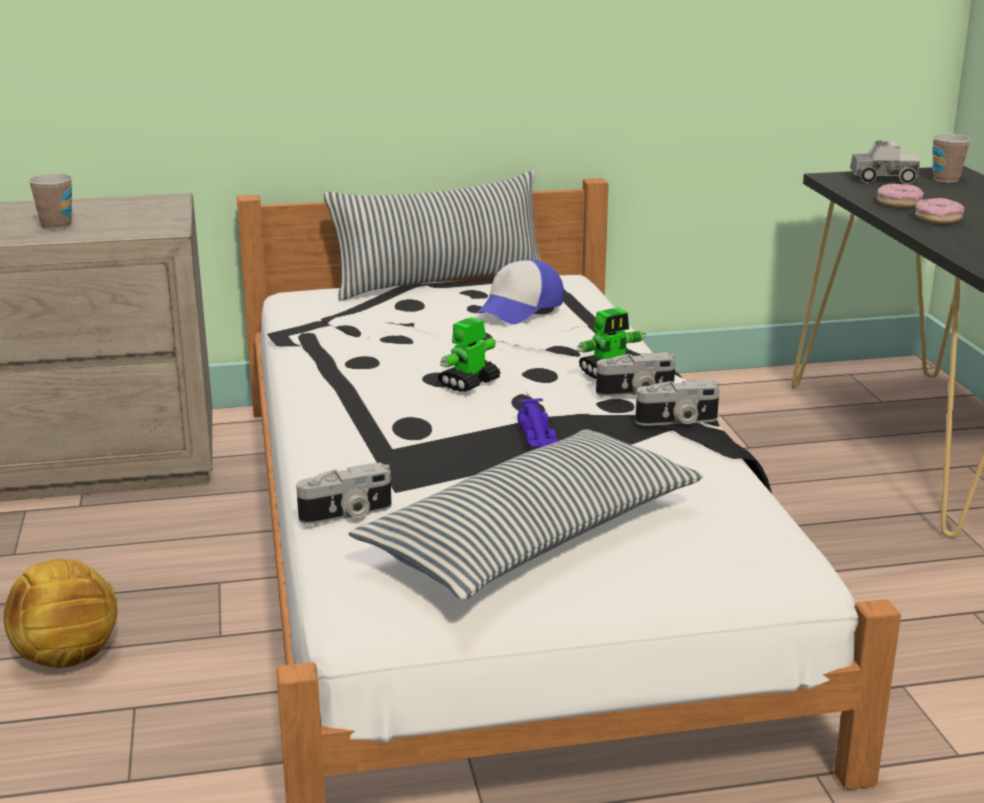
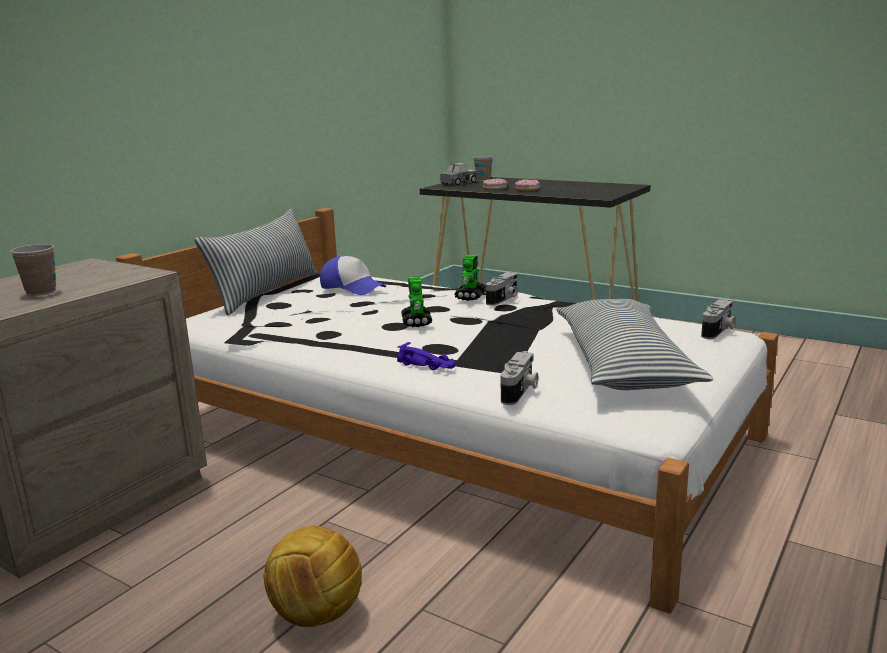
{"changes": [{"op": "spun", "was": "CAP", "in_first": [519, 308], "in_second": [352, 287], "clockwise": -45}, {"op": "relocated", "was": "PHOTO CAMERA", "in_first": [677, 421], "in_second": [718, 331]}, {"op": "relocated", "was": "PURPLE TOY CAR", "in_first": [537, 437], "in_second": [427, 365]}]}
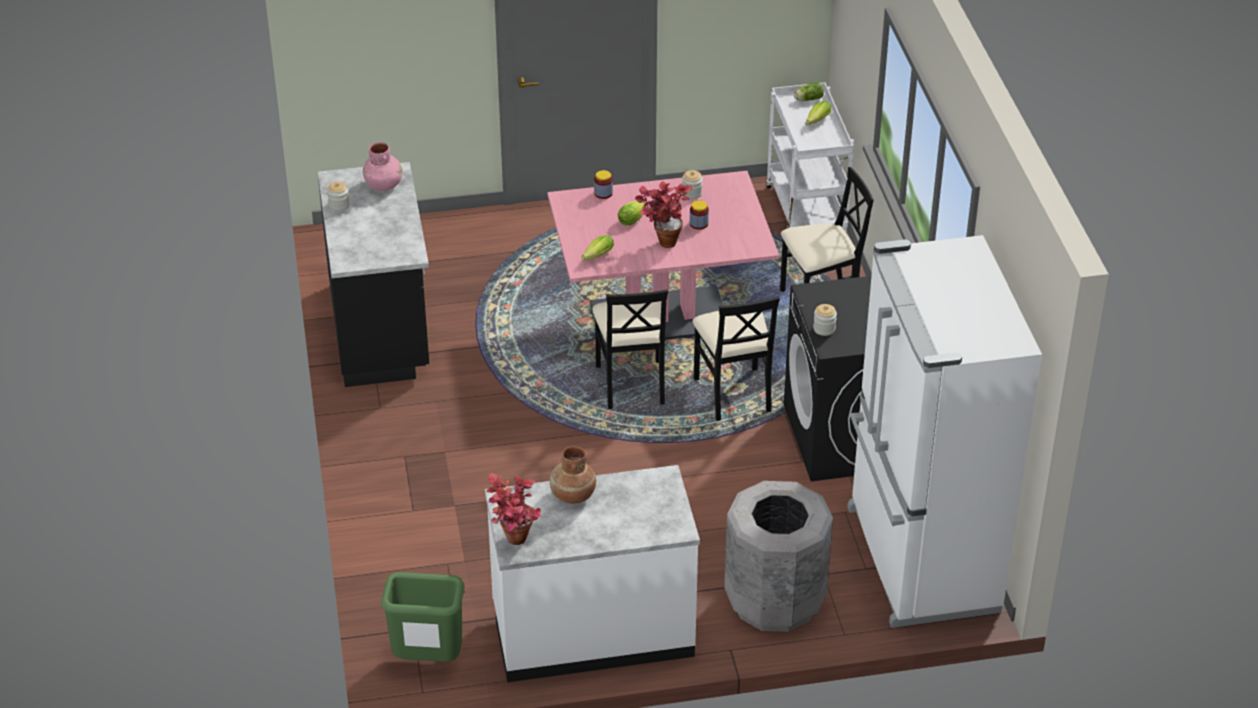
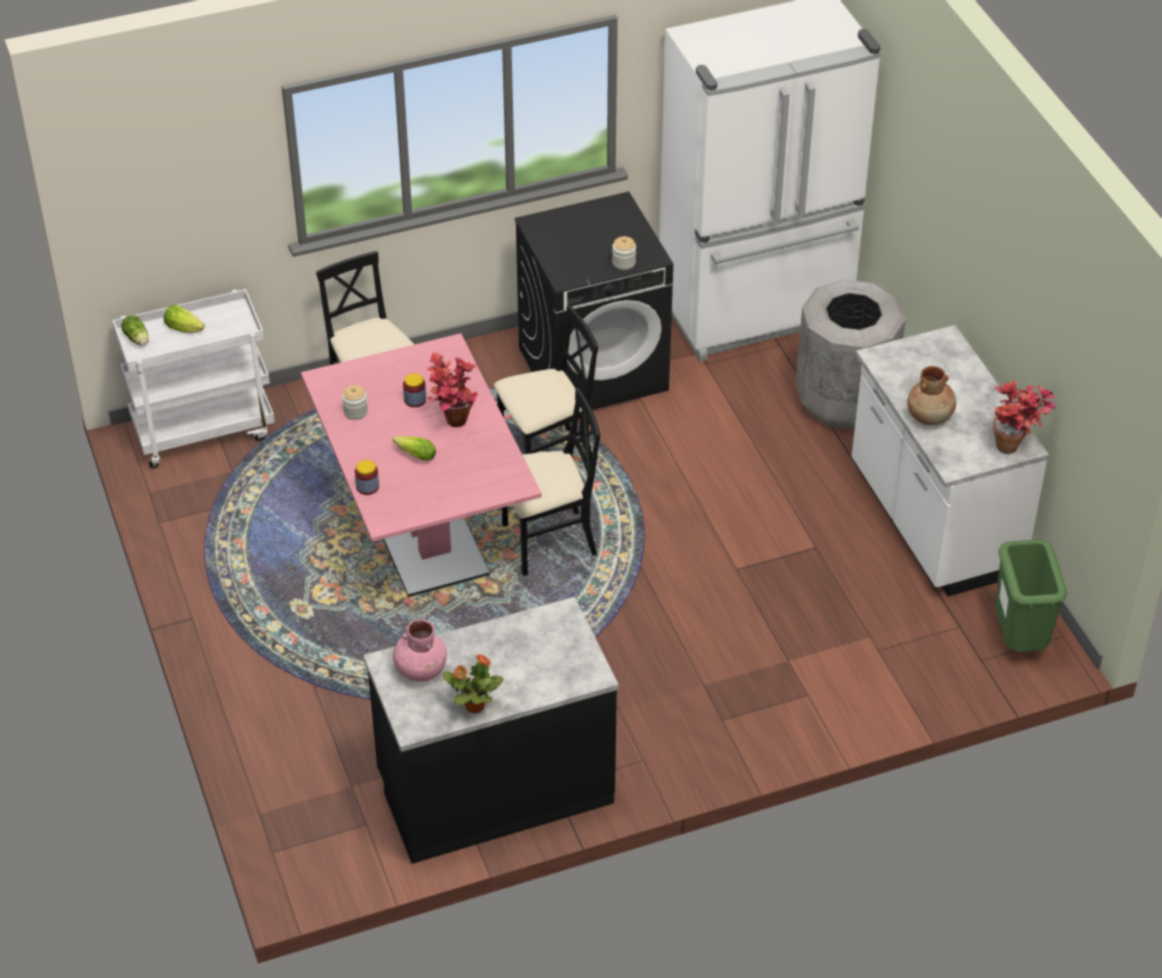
{"changes": [{"op": "exchanged", "was": "JAR", "now": "POTTED PLANT", "in_first": [339, 205], "in_second": [474, 706]}, {"op": "missing", "was": "LETTUCE", "in_first": [596, 257]}]}
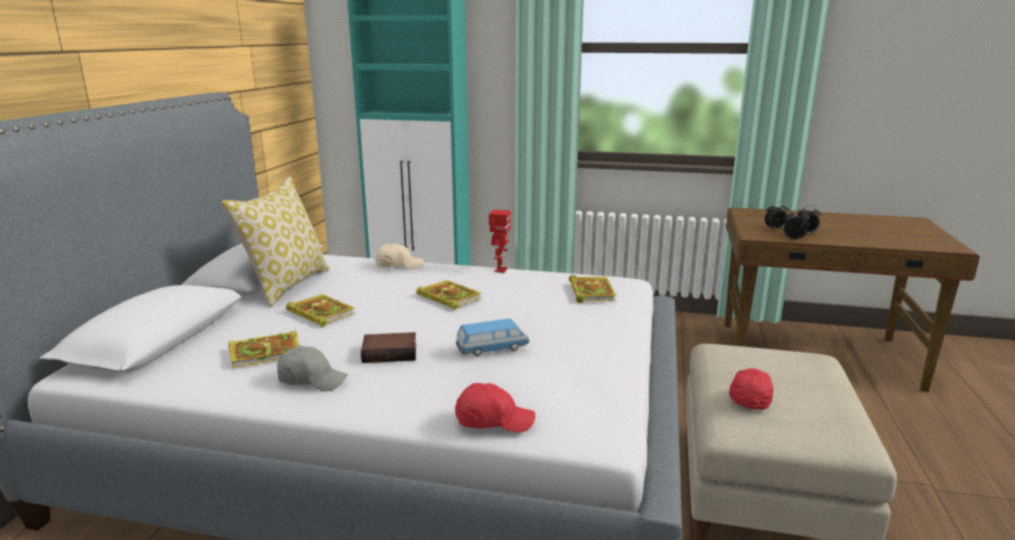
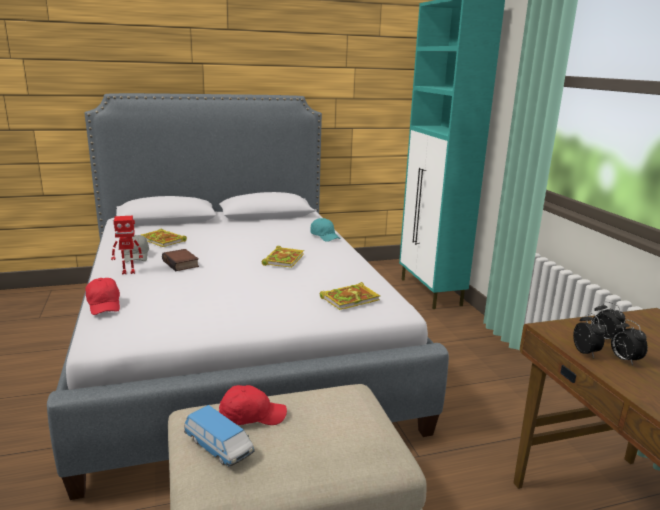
{"changes": [{"op": "missing", "was": "PILLOW", "in_first": [286, 285]}, {"op": "relocated", "was": "TOY ROBOT", "in_first": [500, 270], "in_second": [128, 272]}, {"op": "colour", "was": "BEIGE CAP", "now": "TURQUOISE CAP", "in_first": [398, 265], "in_second": [325, 236]}, {"op": "missing", "was": "BOOK", "in_first": [319, 313]}, {"op": "relocated", "was": "TOY CAR", "in_first": [492, 348], "in_second": [219, 447]}]}
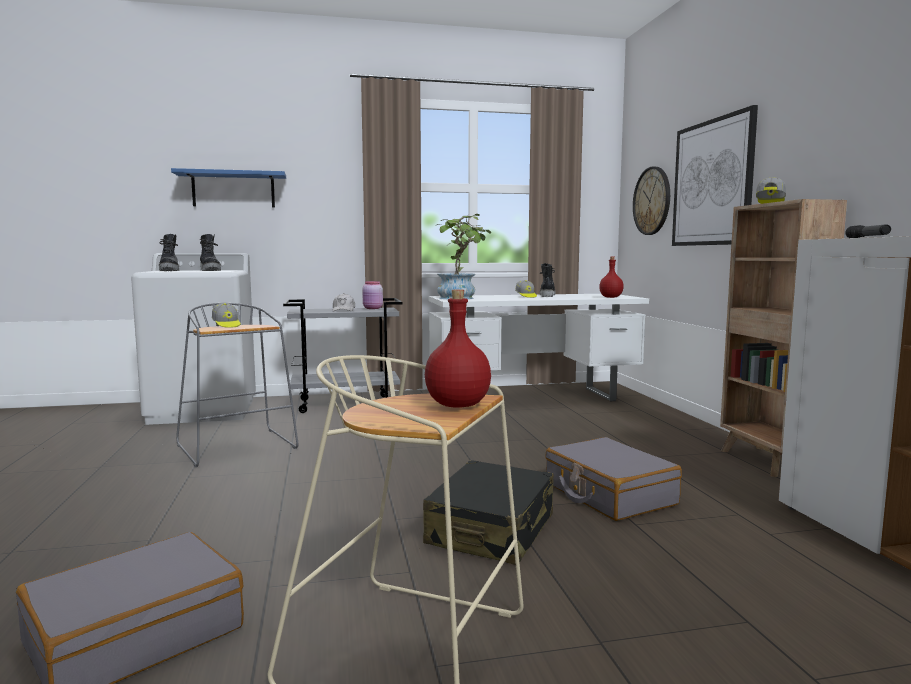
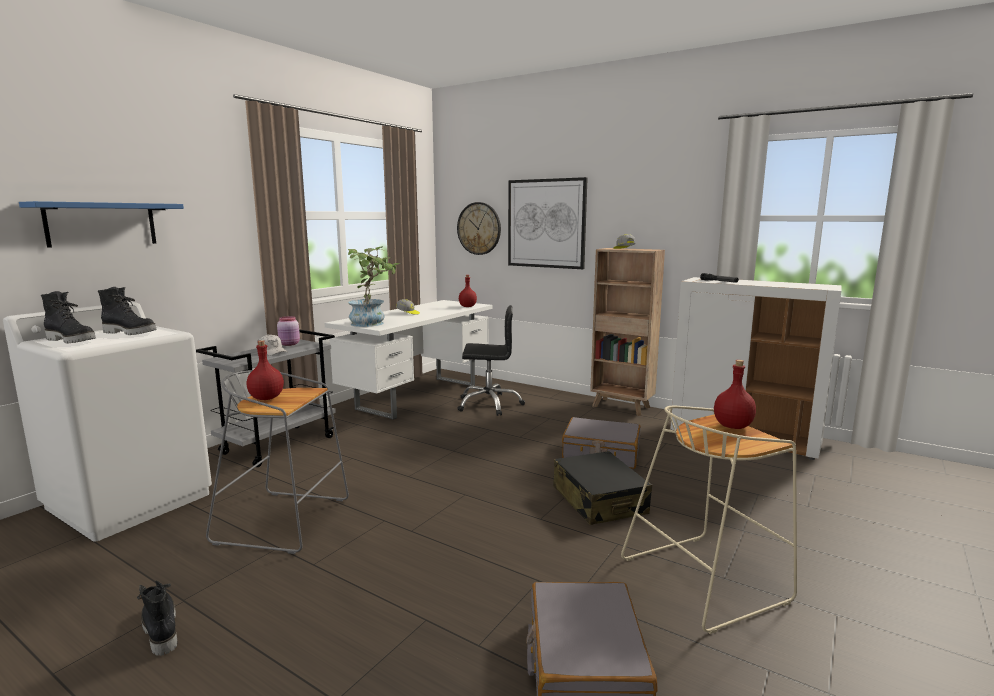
{"changes": [{"op": "relocated", "was": "BLACK BOOT", "in_first": [546, 295], "in_second": [160, 629]}, {"op": "exchanged", "was": "CAP", "now": "RED BOTTLE", "in_first": [226, 325], "in_second": [266, 398]}, {"op": "appeared", "now": "BLACK OFFICE CHAIR", "in_second": [489, 404]}]}
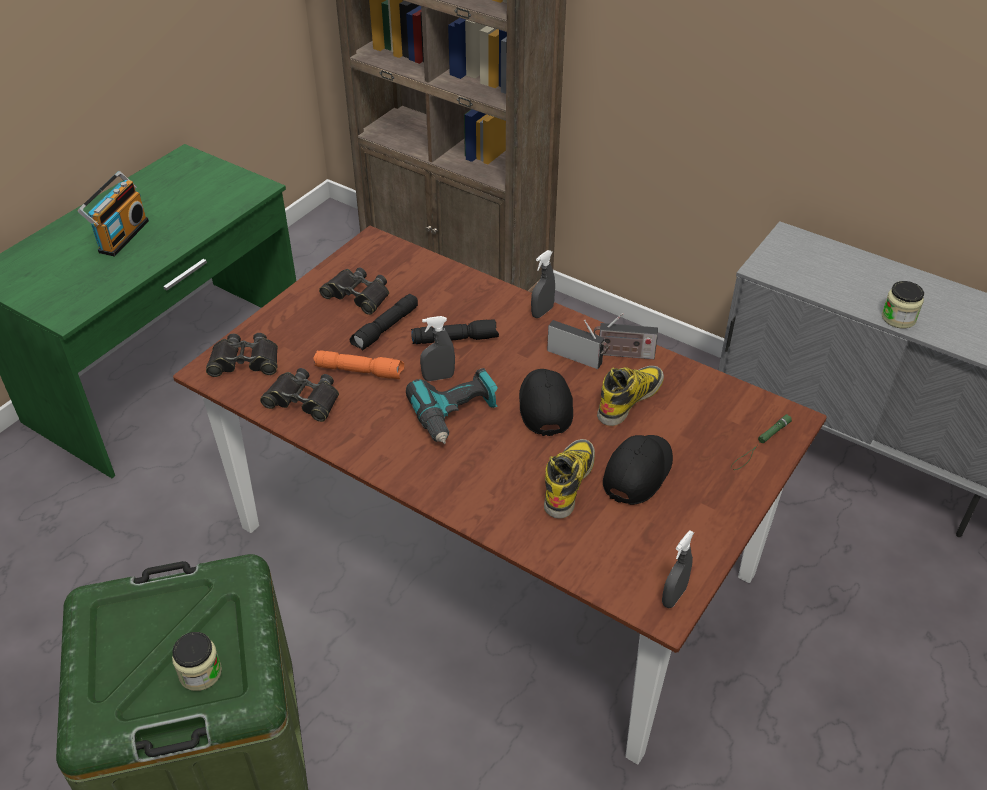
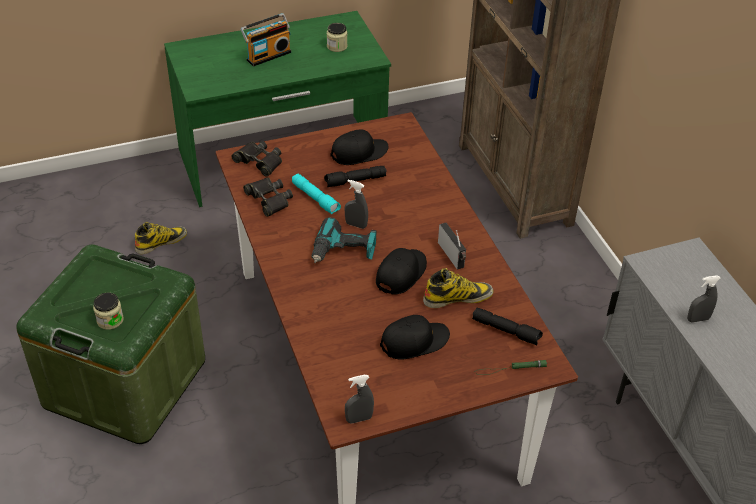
{"changes": [{"op": "relocated", "was": "GREY SPRAY BOTTLE", "in_first": [542, 312], "in_second": [698, 319]}, {"op": "exchanged", "was": "BLACK BINOCULARS", "now": "BLACK CAP", "in_first": [358, 295], "in_second": [359, 153]}, {"op": "relocated", "was": "JAR", "in_first": [898, 318], "in_second": [337, 46]}, {"op": "missing", "was": "RADIO", "in_first": [623, 354]}, {"op": "relocated", "was": "BLACK FLASHLIGHT", "in_first": [455, 339], "in_second": [506, 330]}, {"op": "colour", "was": "ORANGE FLASHLIGHT", "now": "TURQUOISE FLASHLIGHT", "in_first": [360, 370], "in_second": [316, 198]}, {"op": "relocated", "was": "BOOT", "in_first": [569, 481], "in_second": [161, 242]}]}
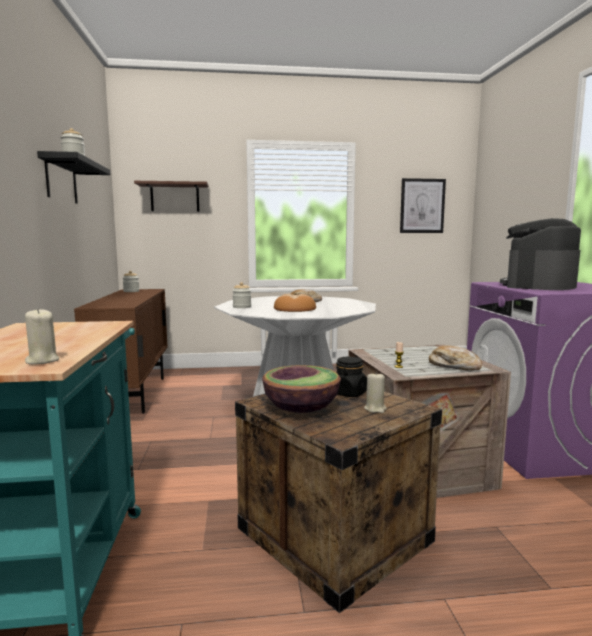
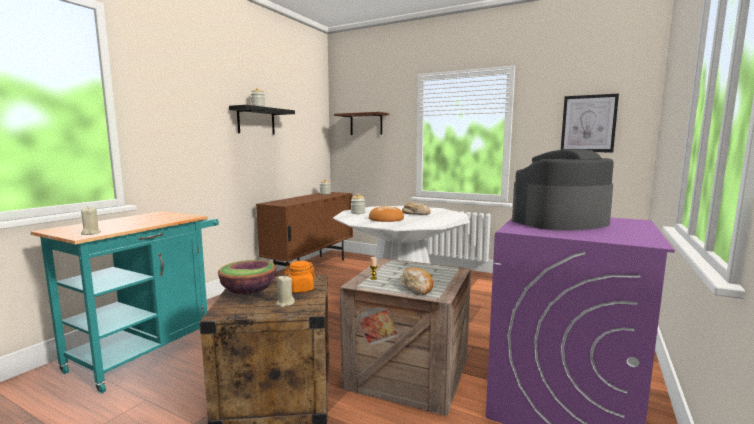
{"changes": [{"op": "colour", "was": "BLACK JAR", "now": "ORANGE JAR", "in_first": [348, 393], "in_second": [300, 289]}]}
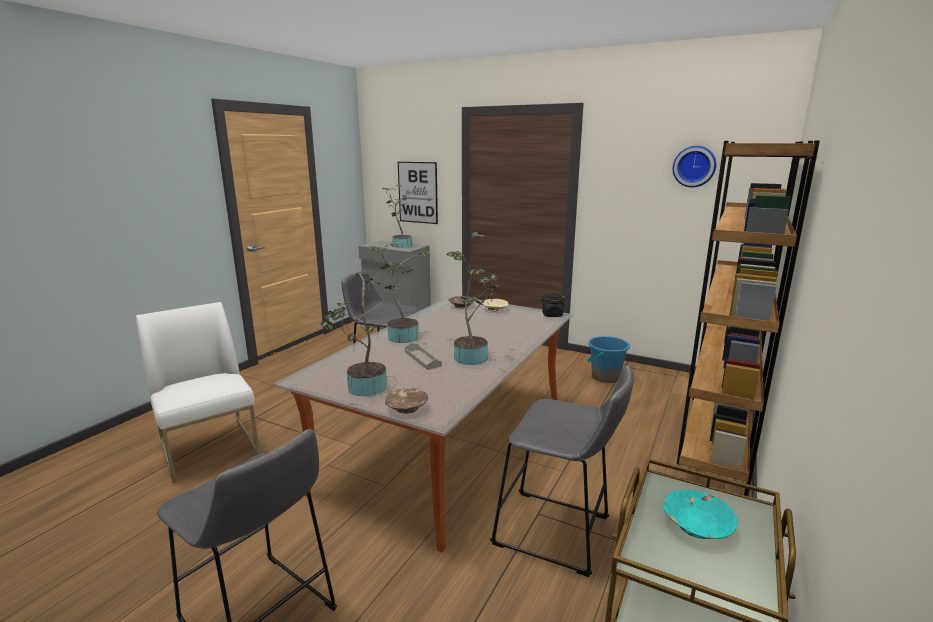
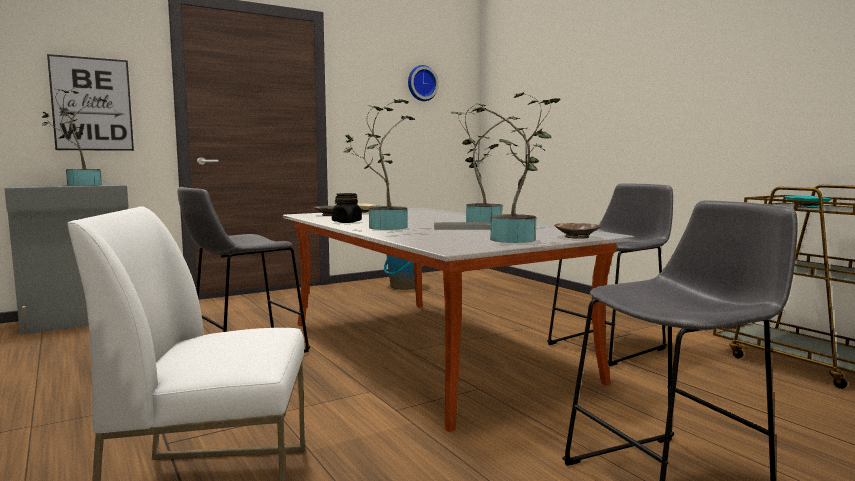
{"changes": [{"op": "missing", "was": "BROWN BOOKCASE", "in_first": [717, 435]}, {"op": "relocated", "was": "BLACK JAR", "in_first": [552, 315], "in_second": [346, 222]}]}
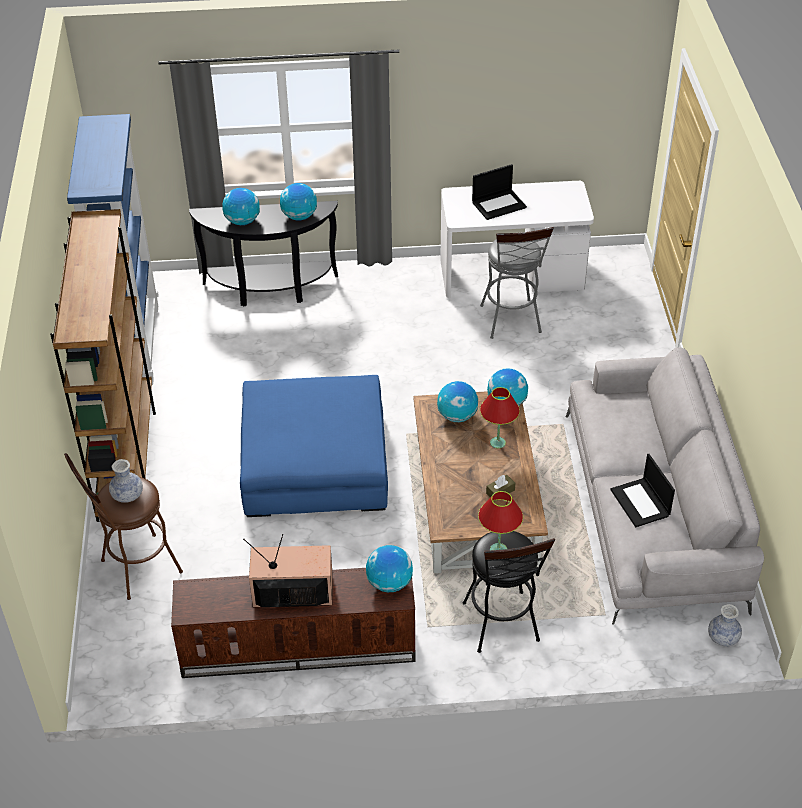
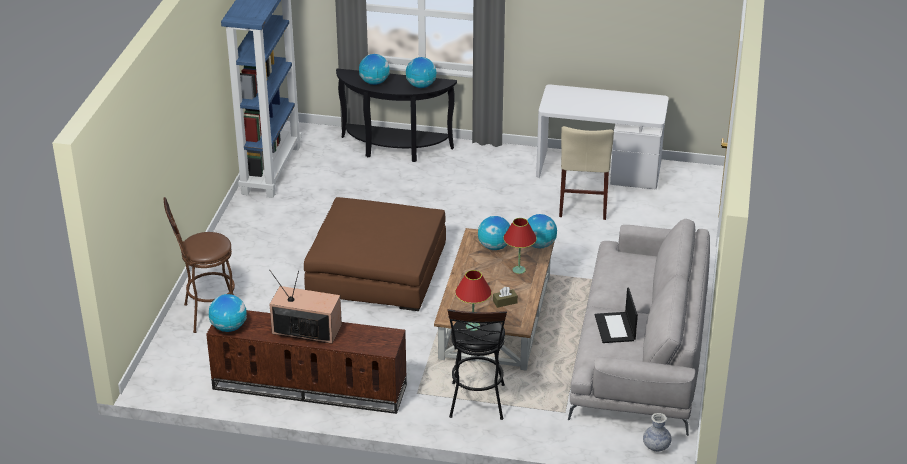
{"changes": [{"op": "missing", "was": "LAPTOP", "in_first": [499, 204]}, {"op": "missing", "was": "BROWN BOOKCASE", "in_first": [127, 458]}, {"op": "exchanged", "was": "GREY STOOL", "now": "BEIGE CHAIR", "in_first": [512, 322], "in_second": [583, 203]}, {"op": "colour", "was": "BLUE OTTOMAN", "now": "BROWN OTTOMAN", "in_first": [314, 462], "in_second": [376, 270]}, {"op": "missing", "was": "VASE", "in_first": [127, 495]}, {"op": "relocated", "was": "GLOBE", "in_first": [389, 583], "in_second": [229, 327]}]}
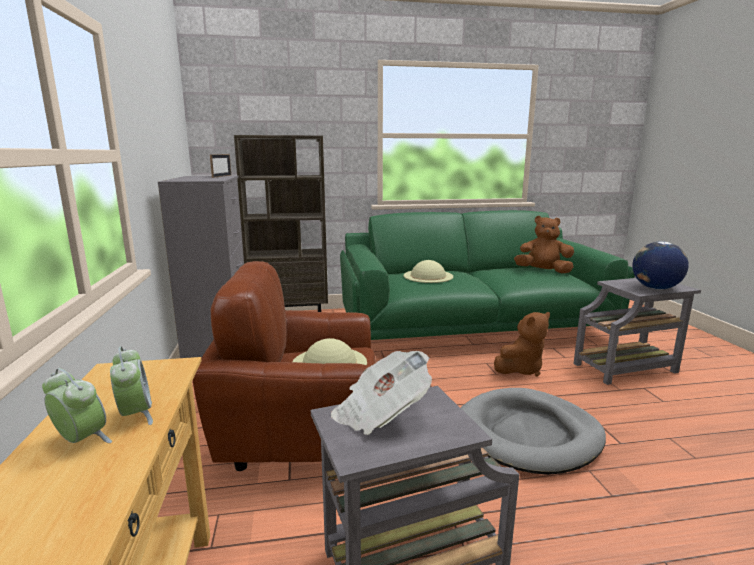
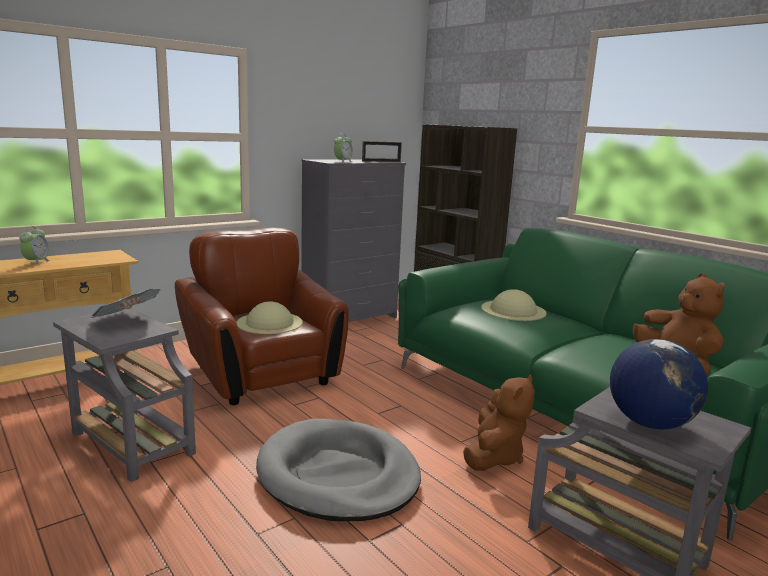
{"changes": [{"op": "spun", "was": "BROWN PLUSH TOY", "in_first": [521, 369], "in_second": [494, 456], "clockwise": -90}, {"op": "relocated", "was": "ALARM CLOCK", "in_first": [135, 415], "in_second": [343, 161]}]}
